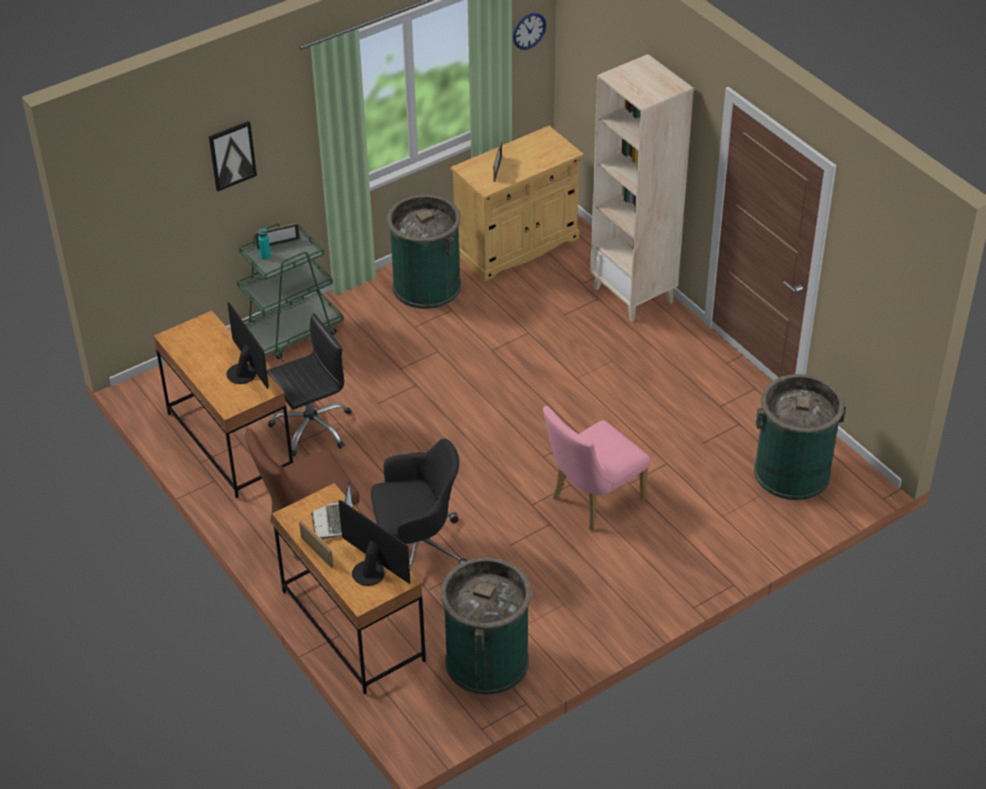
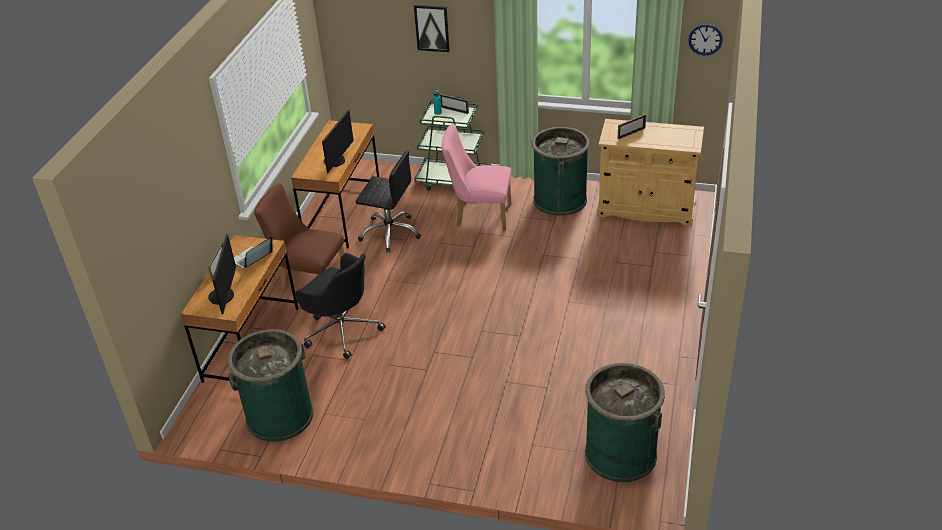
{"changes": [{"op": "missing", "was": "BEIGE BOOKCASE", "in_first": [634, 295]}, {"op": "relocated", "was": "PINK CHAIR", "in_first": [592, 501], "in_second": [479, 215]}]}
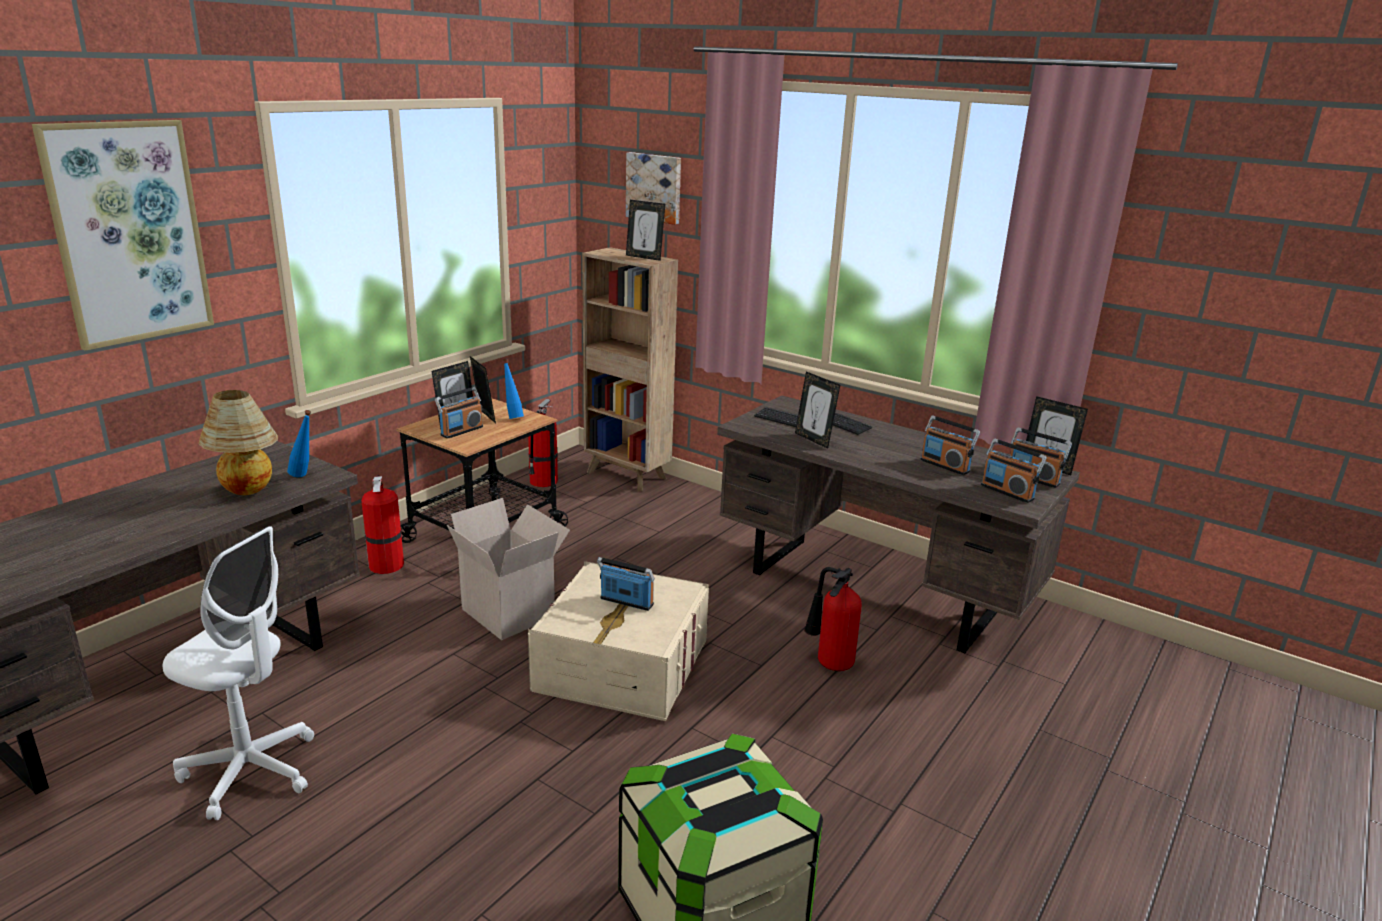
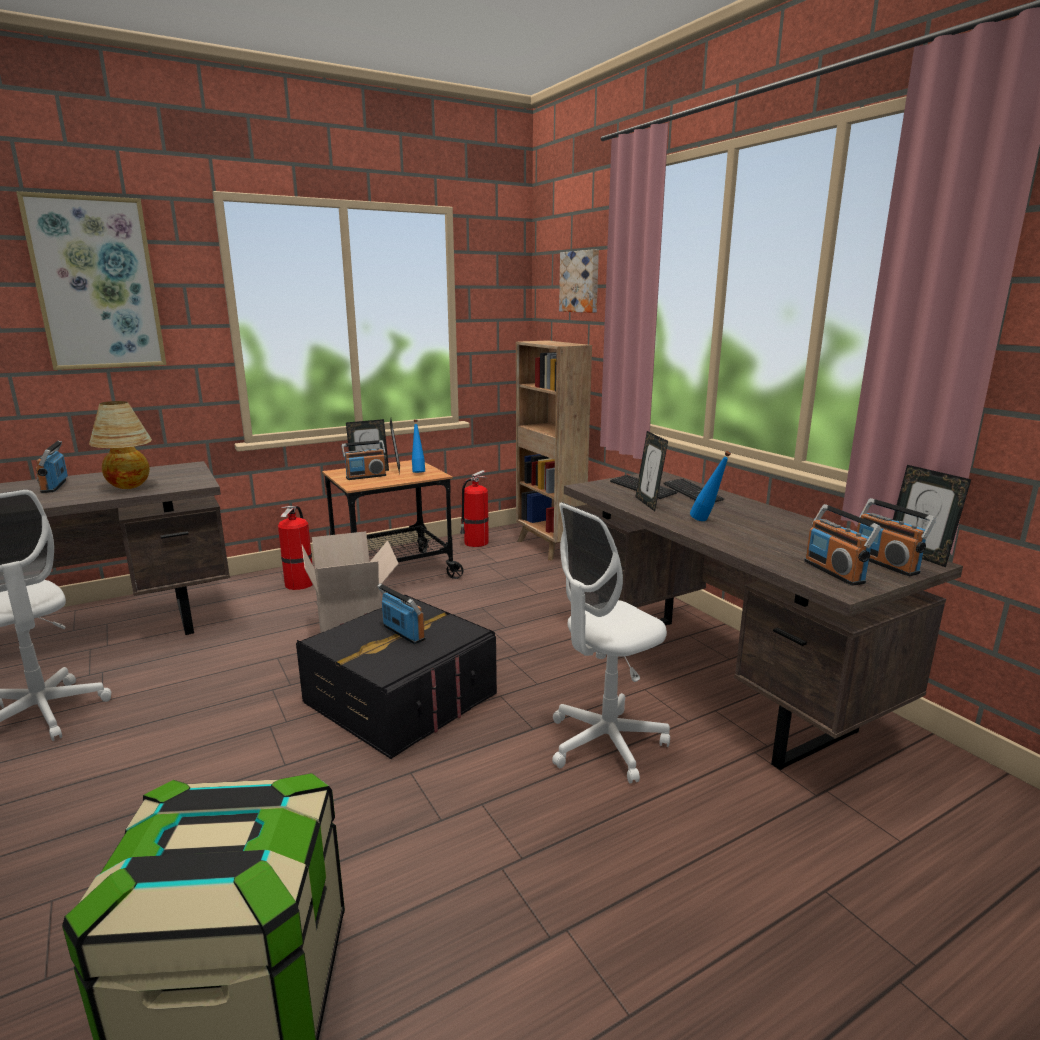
{"changes": [{"op": "missing", "was": "PICTURE FRAME", "in_first": [644, 257]}, {"op": "relocated", "was": "BLUE BOTTLE", "in_first": [305, 477], "in_second": [707, 521]}, {"op": "relocated", "was": "RADIO", "in_first": [945, 465], "in_second": [54, 486]}, {"op": "colour", "was": "BEIGE STORAGE BOX", "now": "BLACK STORAGE BOX", "in_first": [621, 666], "in_second": [400, 699]}, {"op": "exchanged", "was": "FIRE EXTINGUISHER", "now": "WHITE OFFICE CHAIR", "in_first": [829, 664], "in_second": [605, 744]}]}
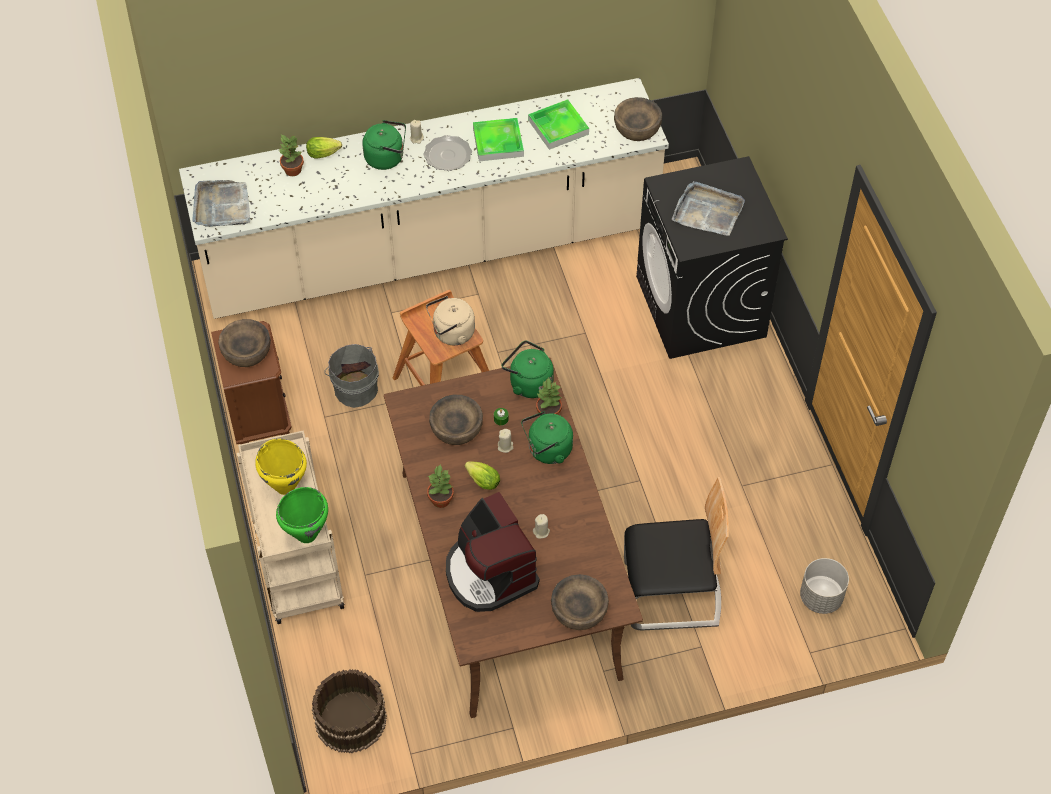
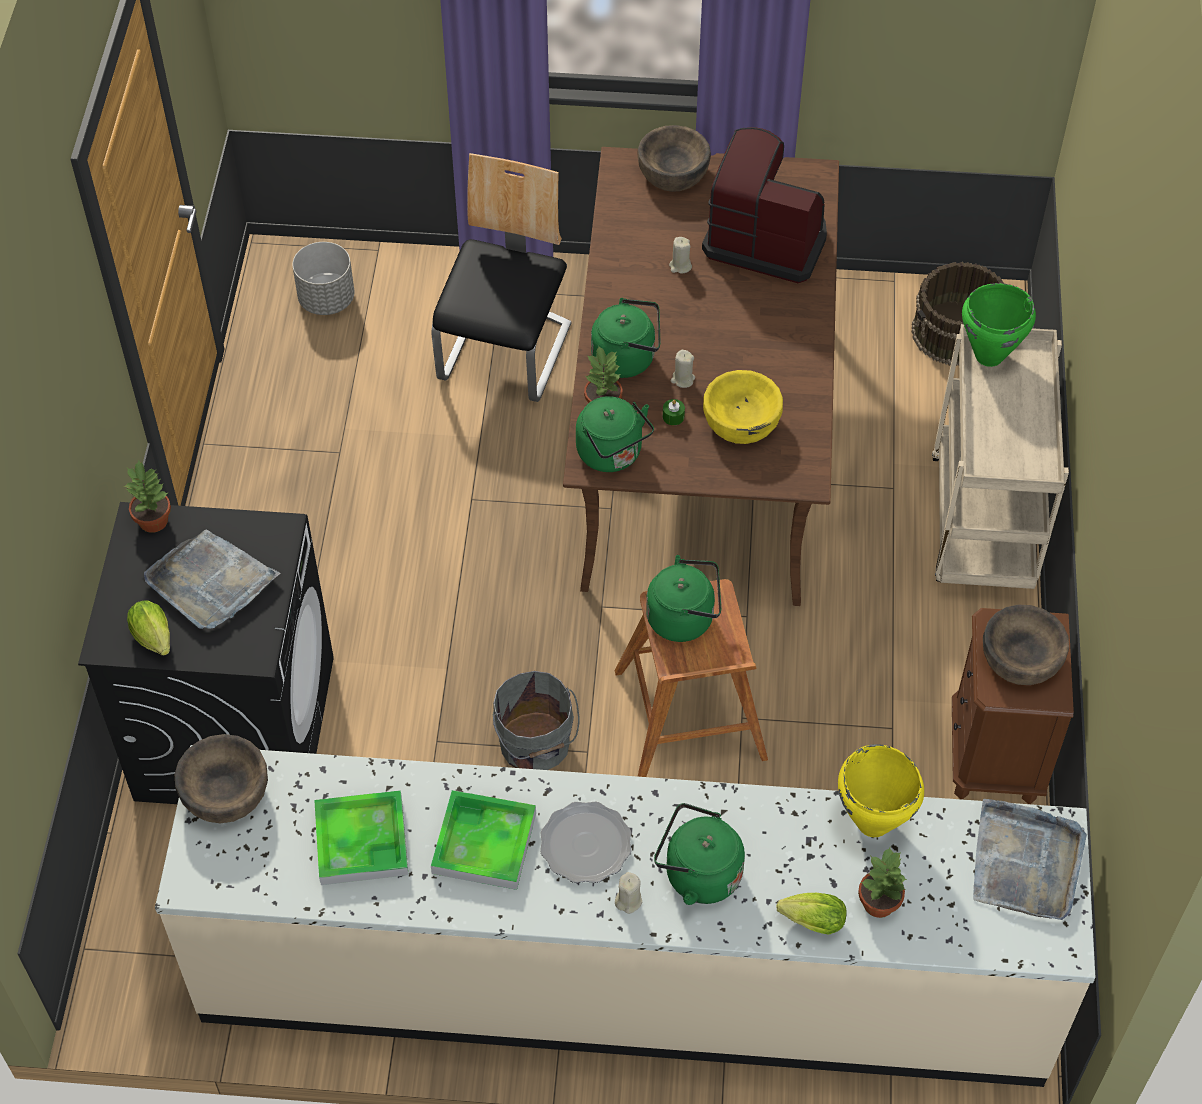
{"changes": [{"op": "colour", "was": "BEIGE KETTLE", "now": "GREEN KETTLE", "in_first": [451, 334], "in_second": [684, 618]}, {"op": "relocated", "was": "GREY BUCKET", "in_first": [354, 388], "in_second": [535, 745]}, {"op": "colour", "was": "BROWN BOWL", "now": "YELLOW BOWL", "in_first": [456, 429], "in_second": [741, 421]}, {"op": "relocated", "was": "YELLOW COOKING POT", "in_first": [285, 486], "in_second": [873, 823]}, {"op": "relocated", "was": "LETTUCE", "in_first": [481, 480], "in_second": [155, 640]}, {"op": "relocated", "was": "POTTED PLANT", "in_first": [440, 500], "in_second": [154, 520]}, {"op": "spun", "was": "CHAIR", "in_first": [671, 595], "in_second": [506, 353], "clockwise": 90}, {"op": "spun", "was": "COFFEE MACHINE", "in_first": [489, 573], "in_second": [766, 239], "clockwise": -60}]}
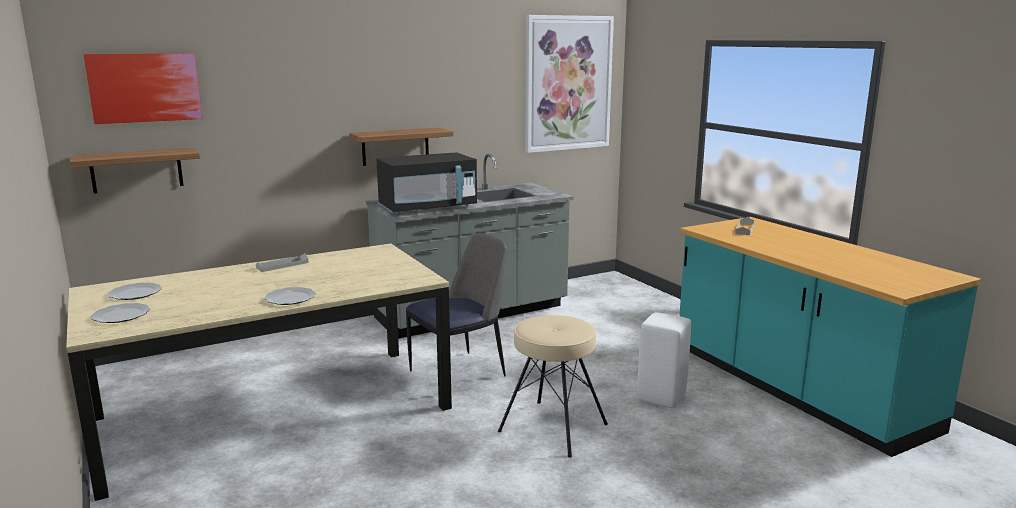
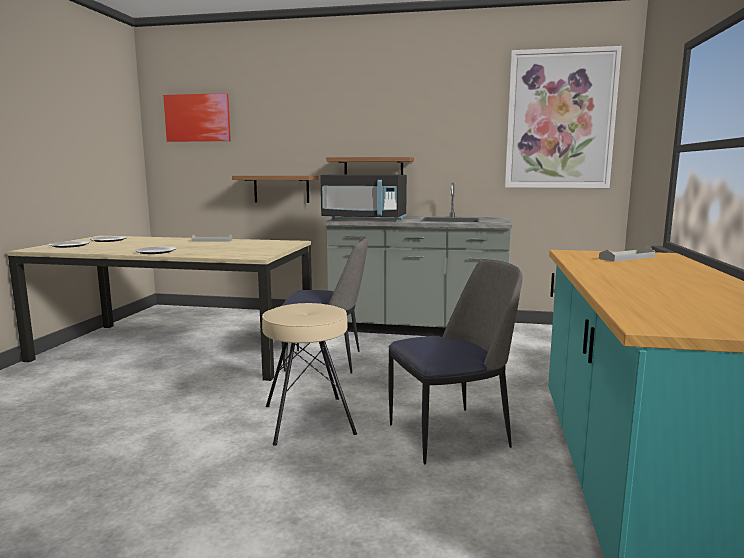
{"changes": [{"op": "relocated", "was": "SHELF", "in_first": [137, 170], "in_second": [281, 189]}, {"op": "exchanged", "was": "WHITE STOOL", "now": "CHAIR", "in_first": [662, 398], "in_second": [451, 434]}]}
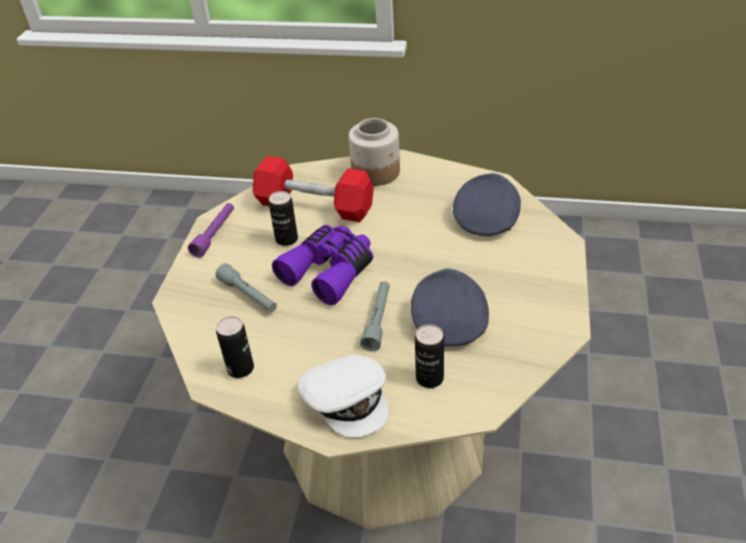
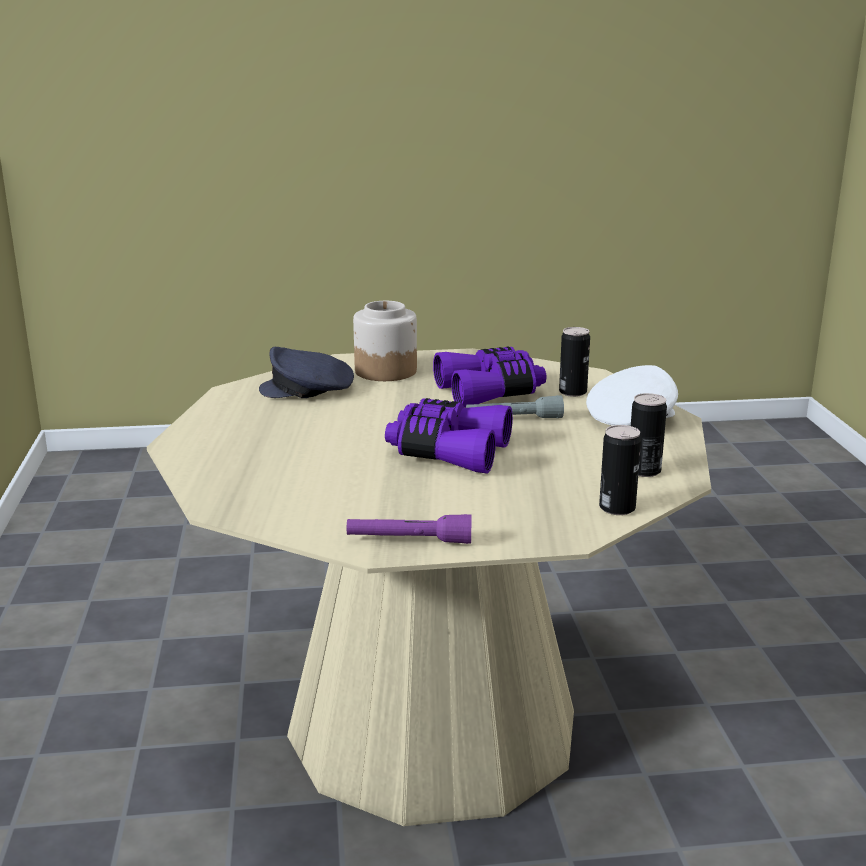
{"changes": [{"op": "relocated", "was": "JAR", "in_first": [376, 172], "in_second": [385, 371]}, {"op": "missing", "was": "RED DUMBBELL", "in_first": [315, 206]}, {"op": "relocated", "was": "CAN", "in_first": [286, 239], "in_second": [617, 508]}, {"op": "missing", "was": "GREY FLASHLIGHT", "in_first": [248, 295]}, {"op": "exchanged", "was": "GREY CAP", "now": "PURPLE BINOCULARS", "in_first": [448, 320], "in_second": [491, 392]}]}
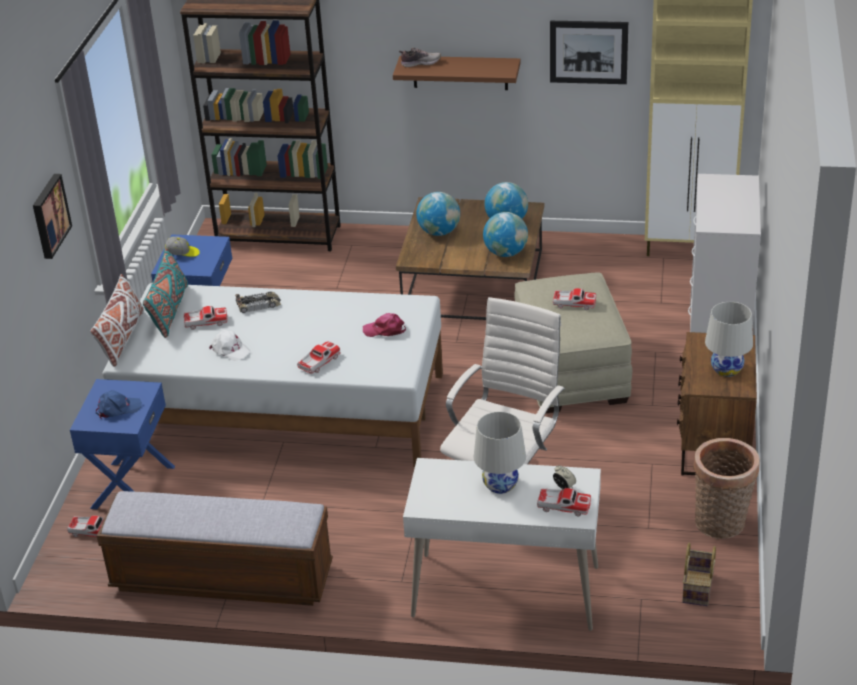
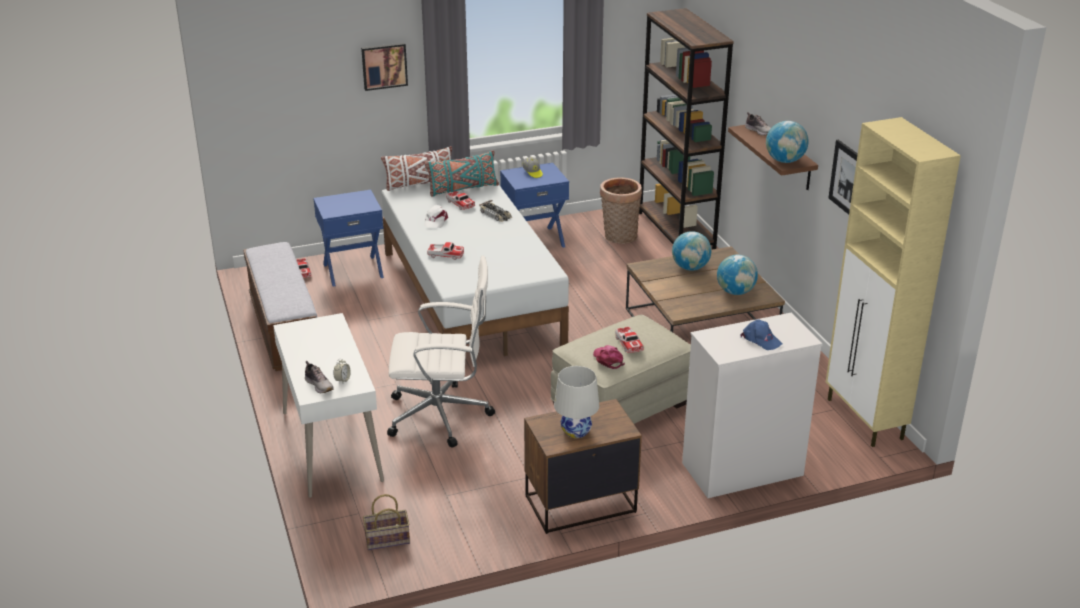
{"changes": [{"op": "relocated", "was": "GLOBE", "in_first": [506, 253], "in_second": [785, 161]}, {"op": "relocated", "was": "PINK CAP", "in_first": [385, 330], "in_second": [608, 359]}, {"op": "relocated", "was": "BLUE CAP", "in_first": [118, 409], "in_second": [761, 339]}, {"op": "missing", "was": "WHITE TABLE LAMP", "in_first": [500, 484]}, {"op": "relocated", "was": "BASKET", "in_first": [721, 525], "in_second": [619, 237]}, {"op": "exchanged", "was": "TOY CAR", "now": "SHOE", "in_first": [563, 506], "in_second": [319, 385]}]}
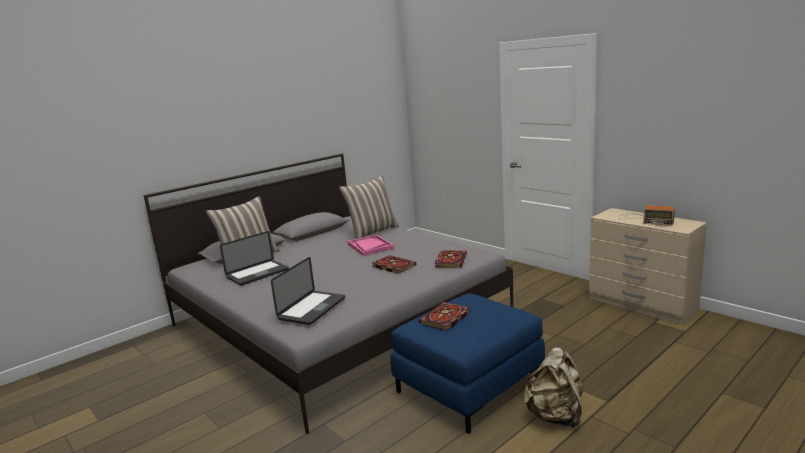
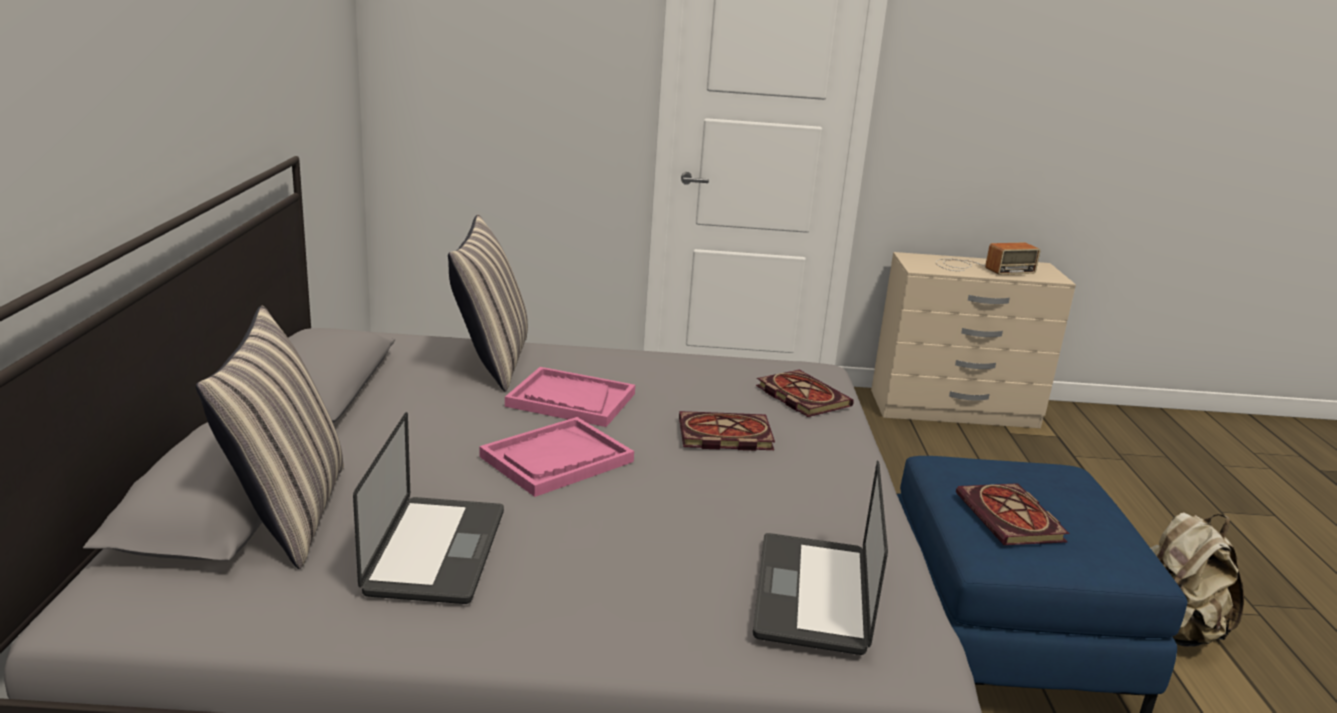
{"changes": [{"op": "spun", "was": "LAPTOP", "in_first": [312, 308], "in_second": [812, 594], "clockwise": -150}, {"op": "appeared", "now": "PINK TRAY", "in_second": [556, 459]}]}
